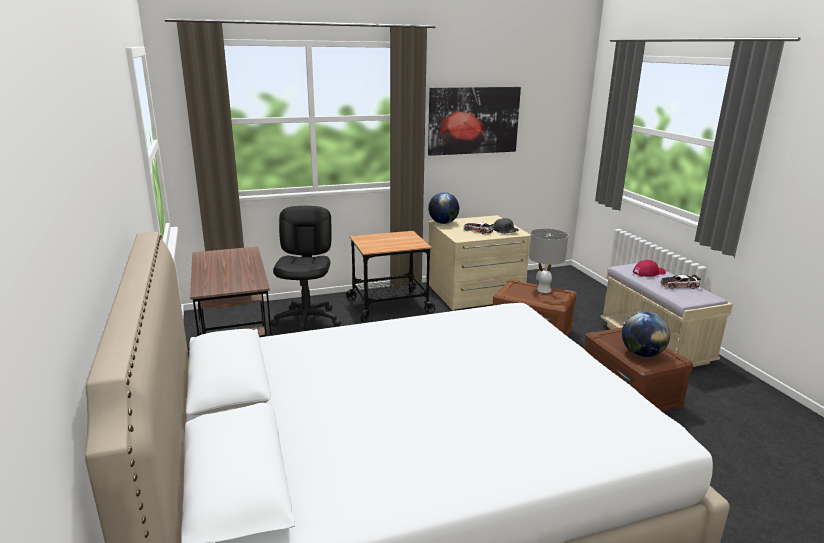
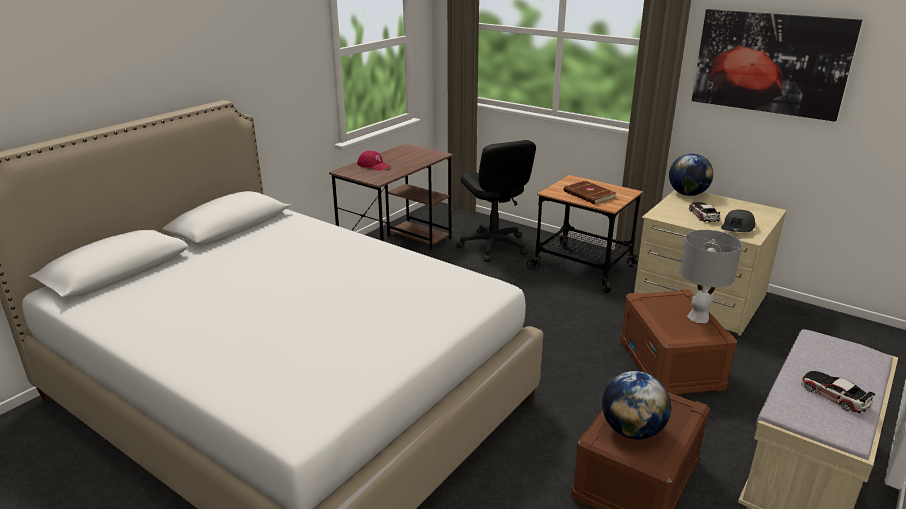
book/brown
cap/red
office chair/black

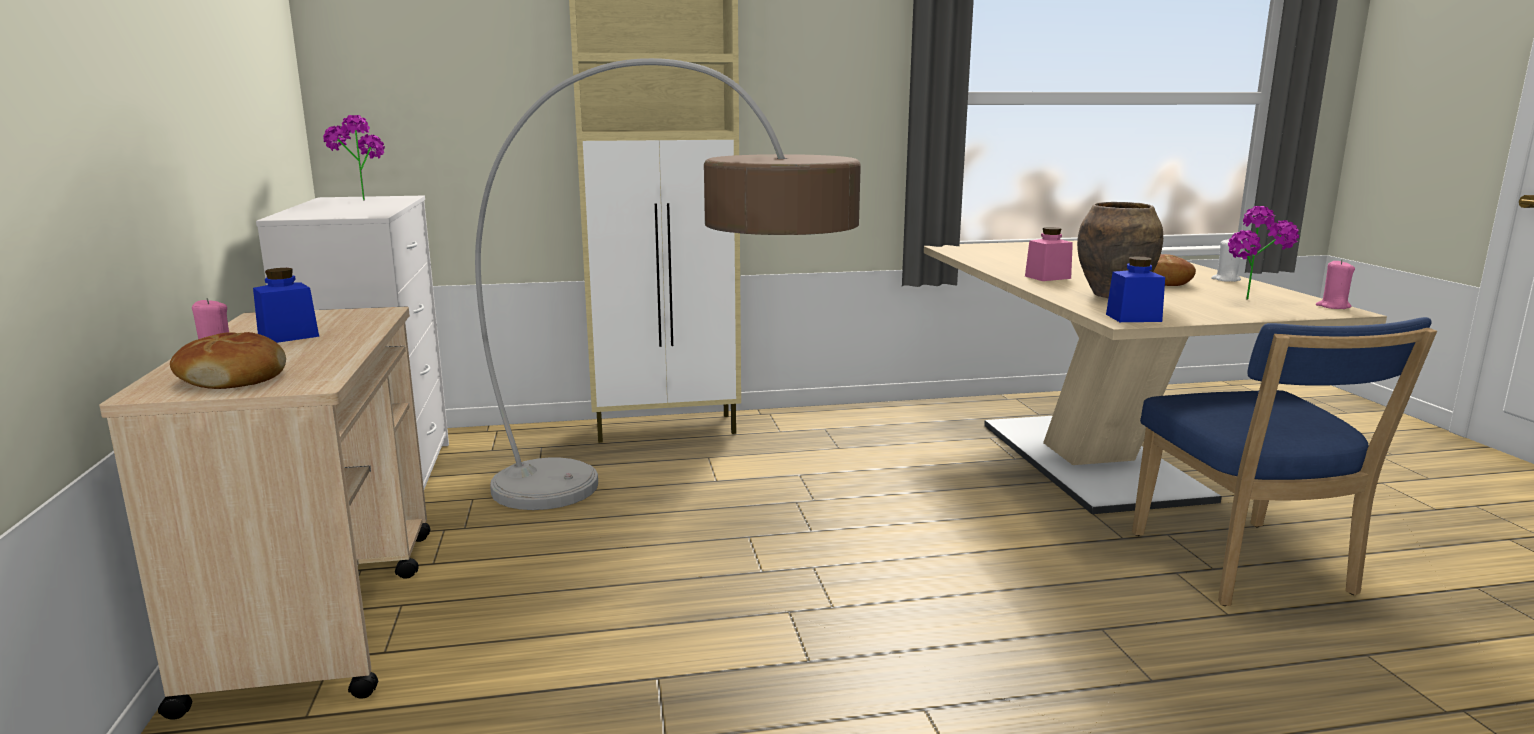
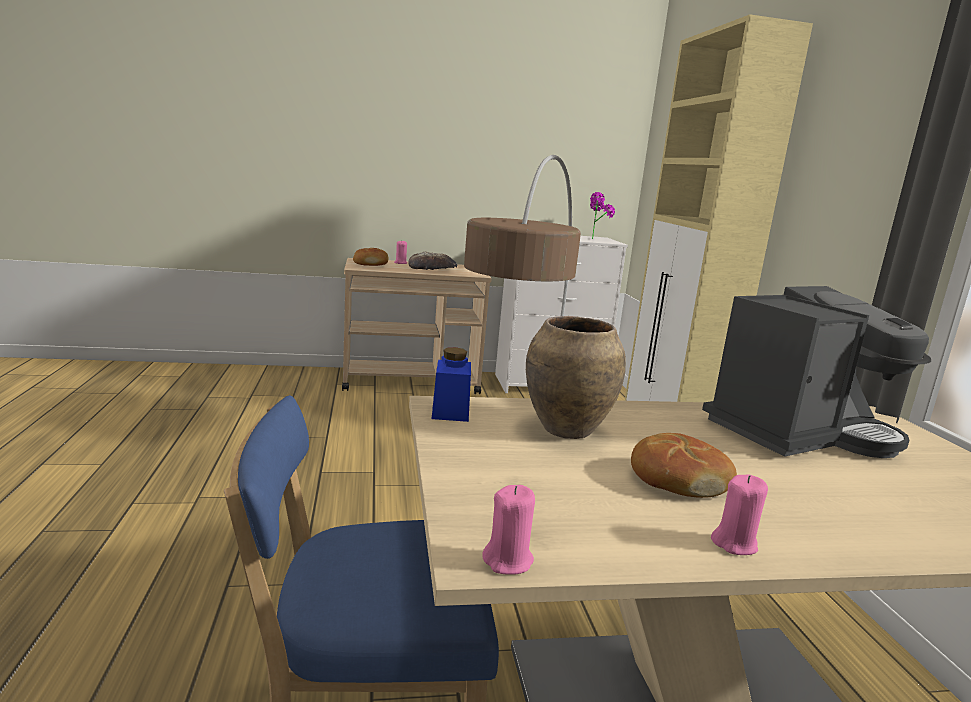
jar/pink
potted plant (no. 2 from left in the first image)
coffee machine
bread (no. 2 from left)
candle/pink (no. 3 from left)

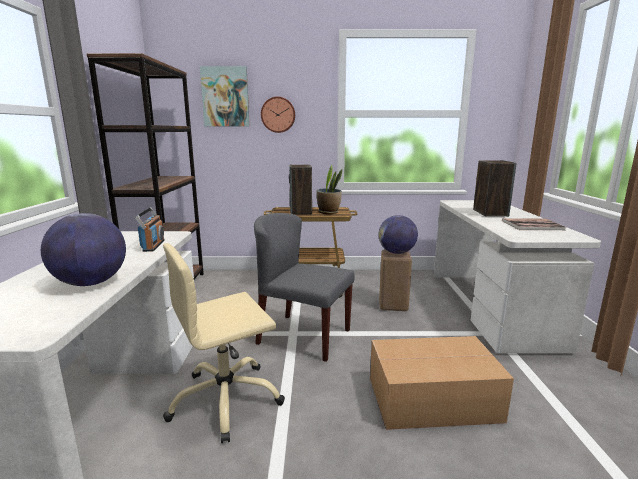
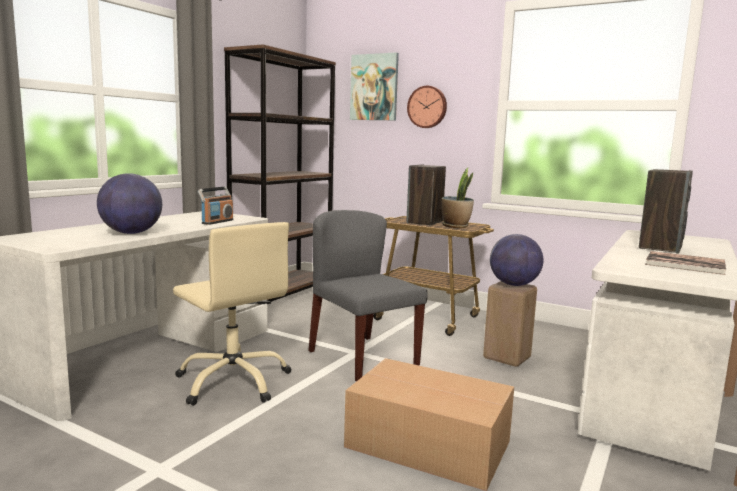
office chair/beige

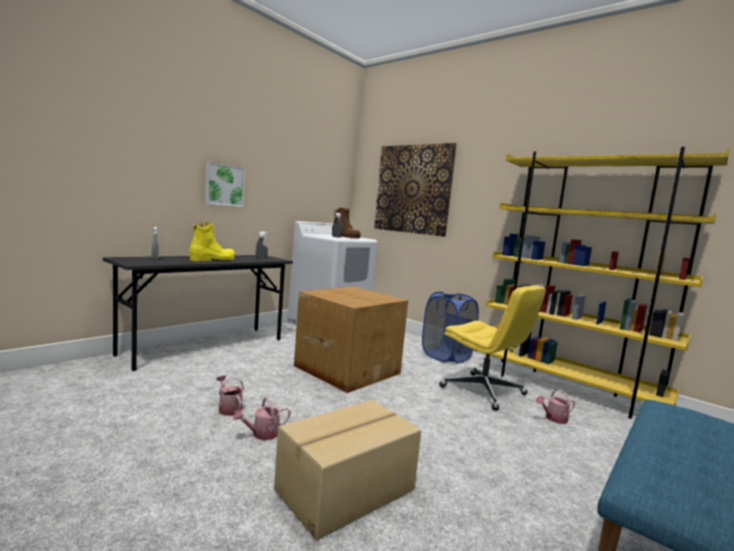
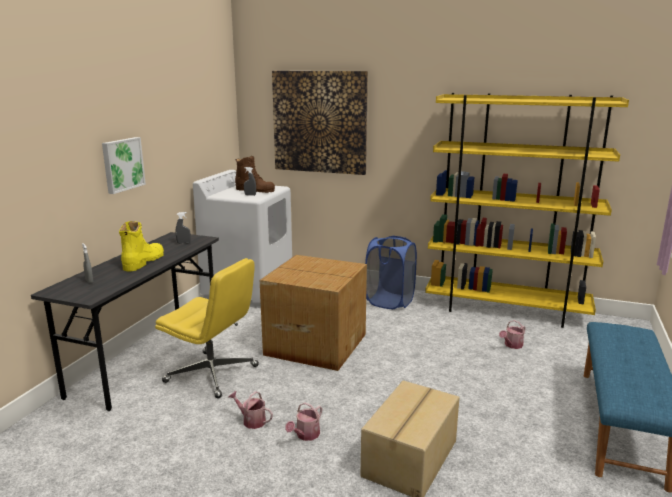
office chair/yellow

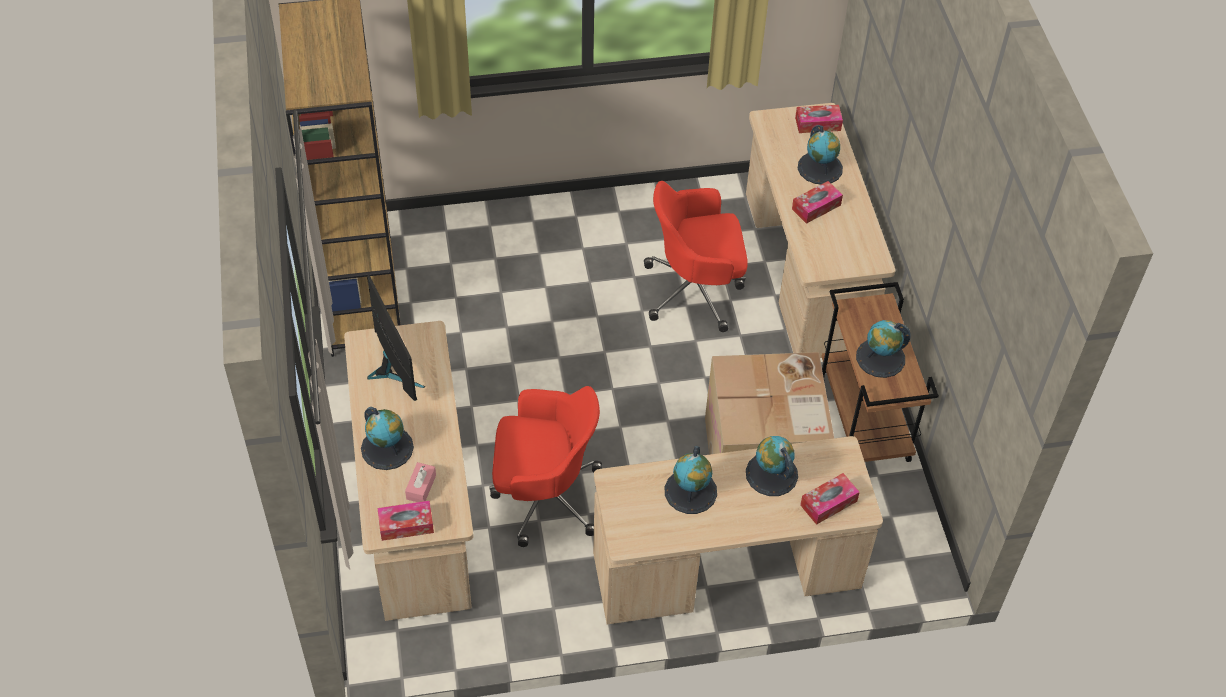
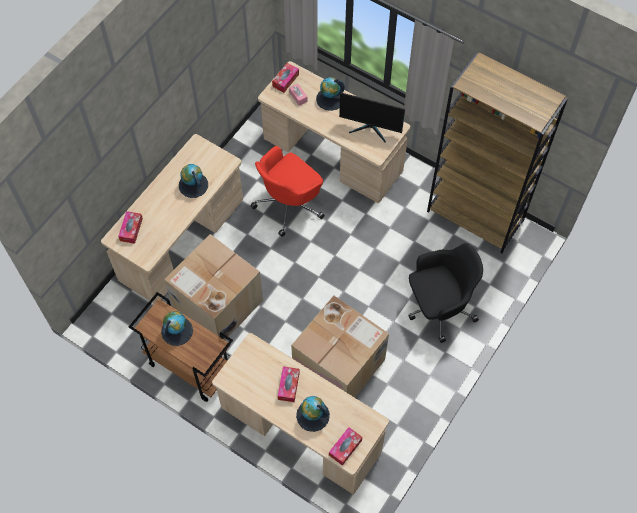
globe (no. 3 from left in the first image)
office chair/black
cardboard box (no. 2 from left)

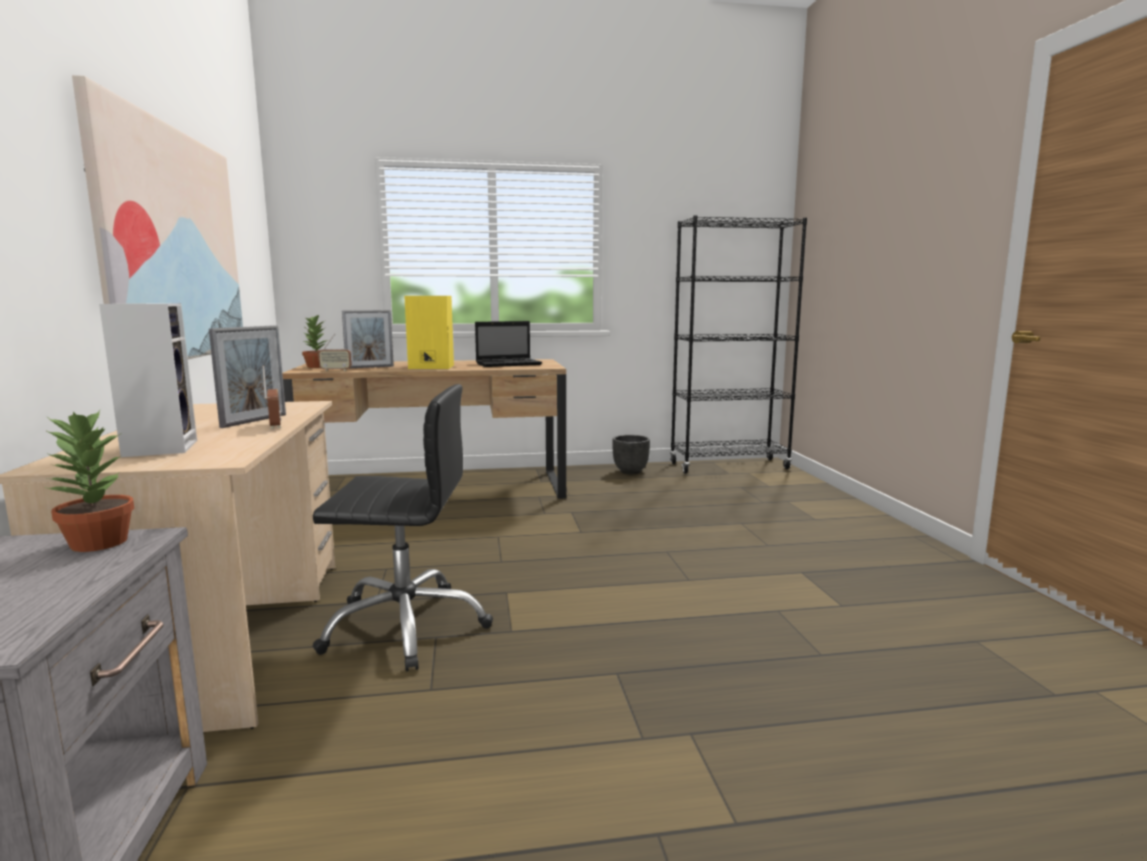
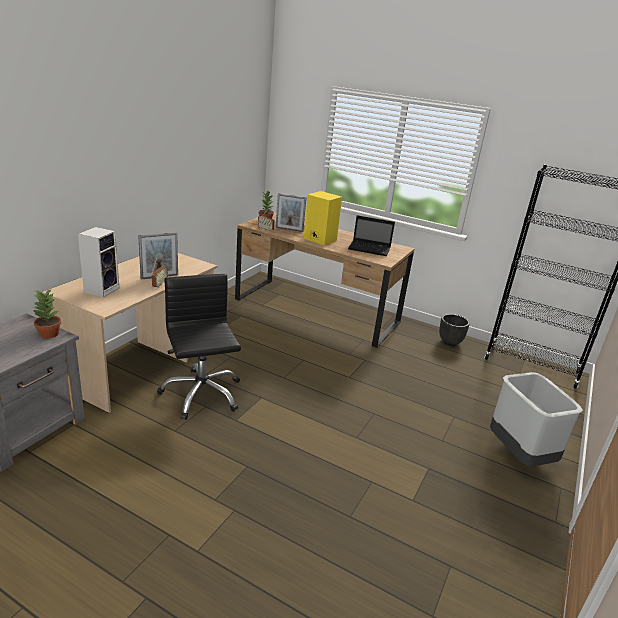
picture
trash can/grey
office chair/black

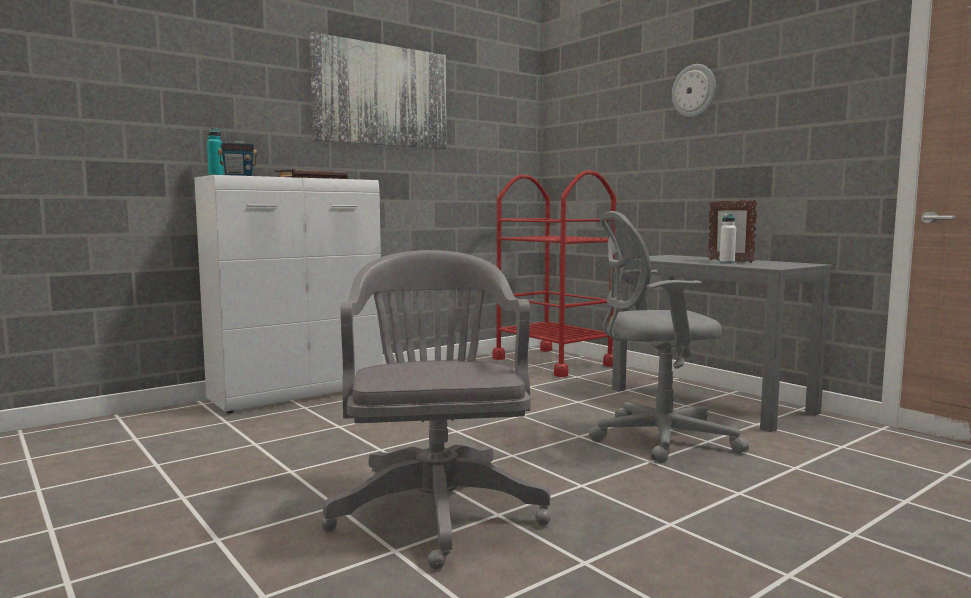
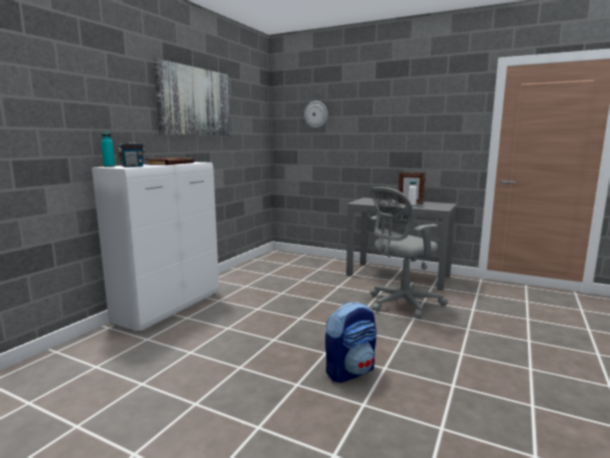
cart/red
wall clock
backpack

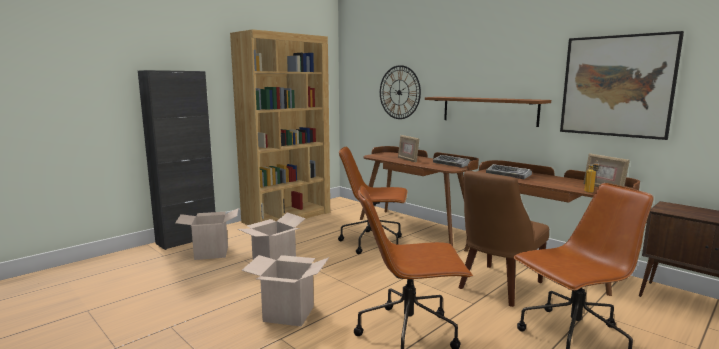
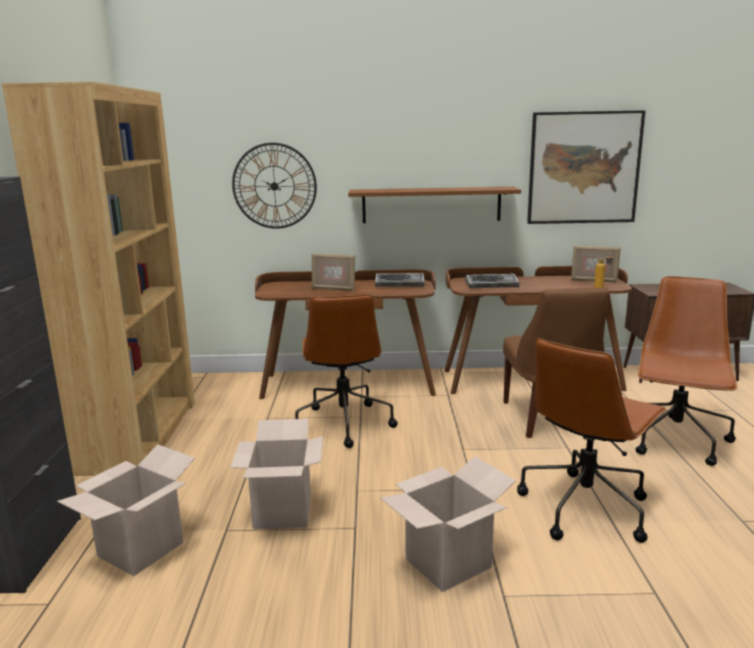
office chair/brown (no. 1 from left)

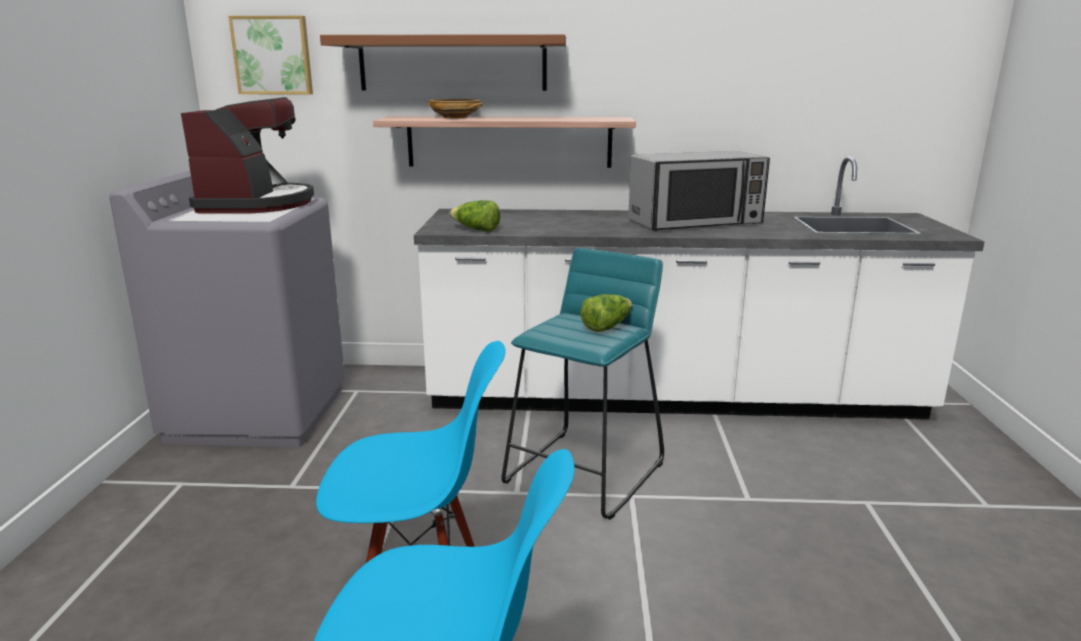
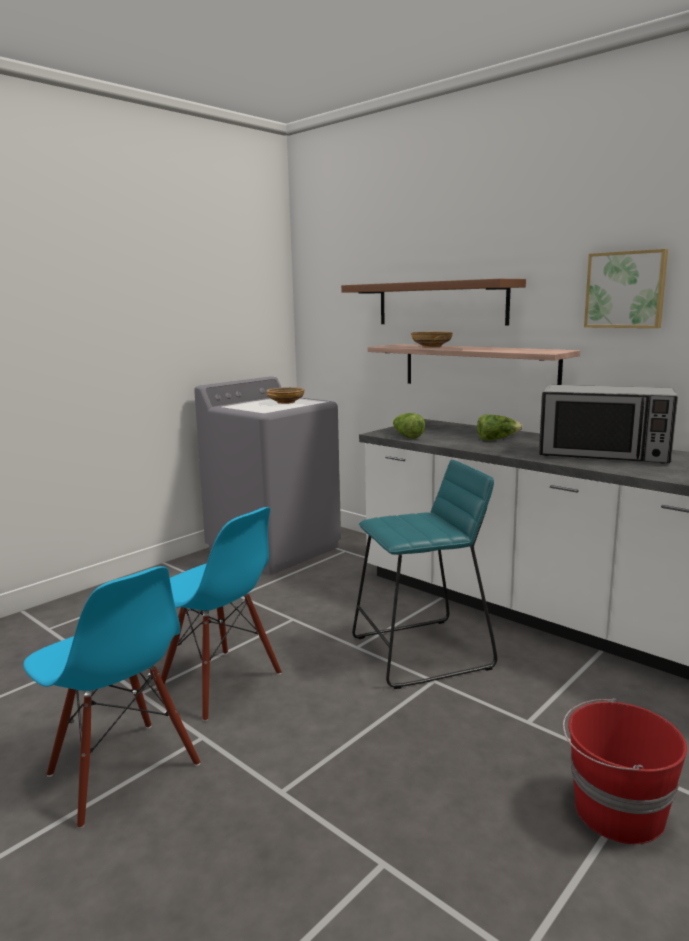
bucket/red
picture
lettuce (no. 2 from left)
bowl/beige (no. 1 from left)

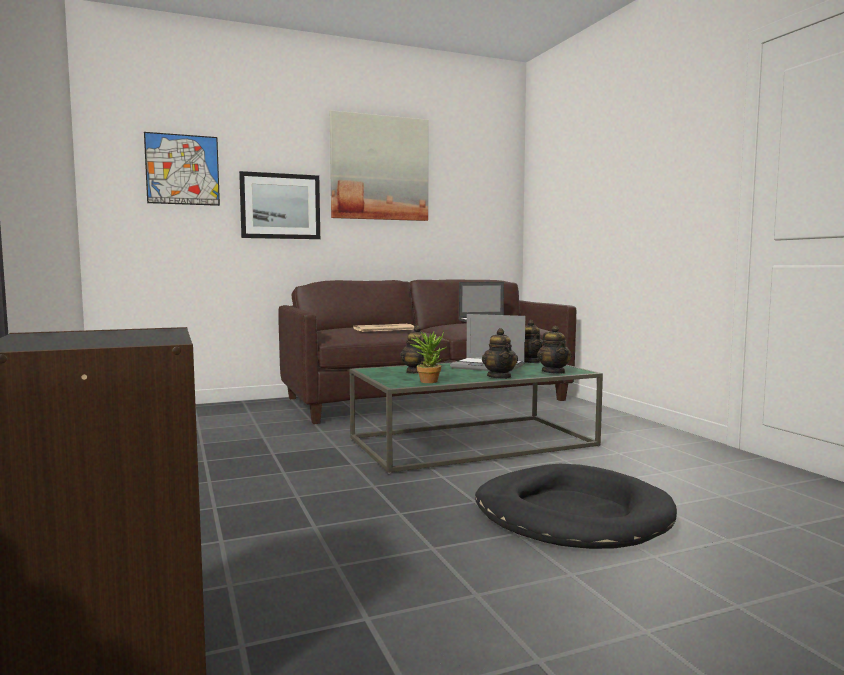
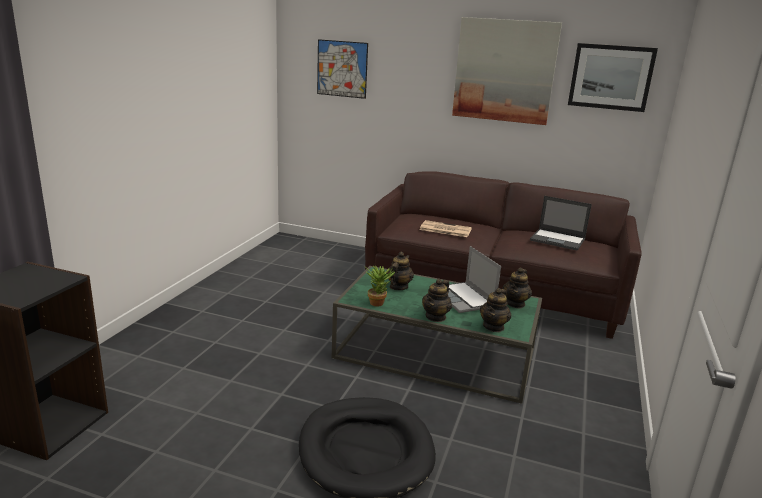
picture (no. 3 from left)

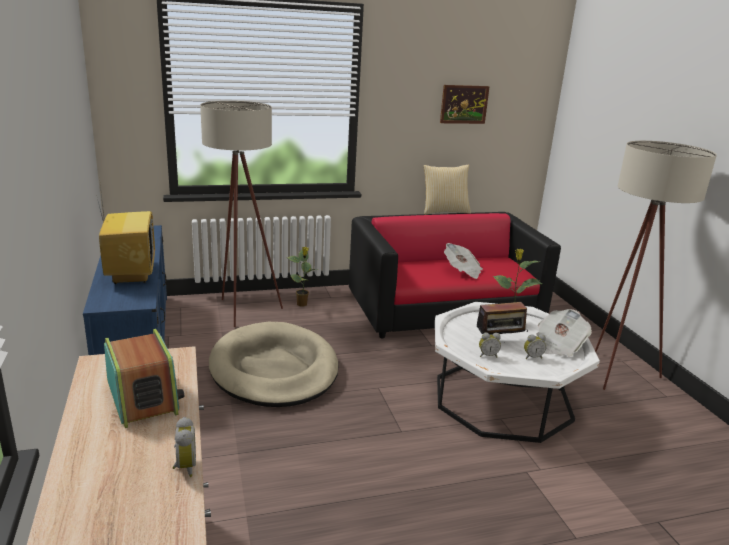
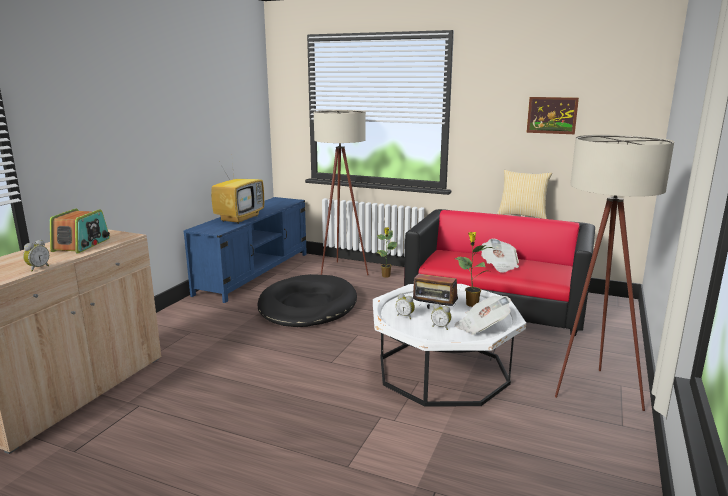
dog bed/black

